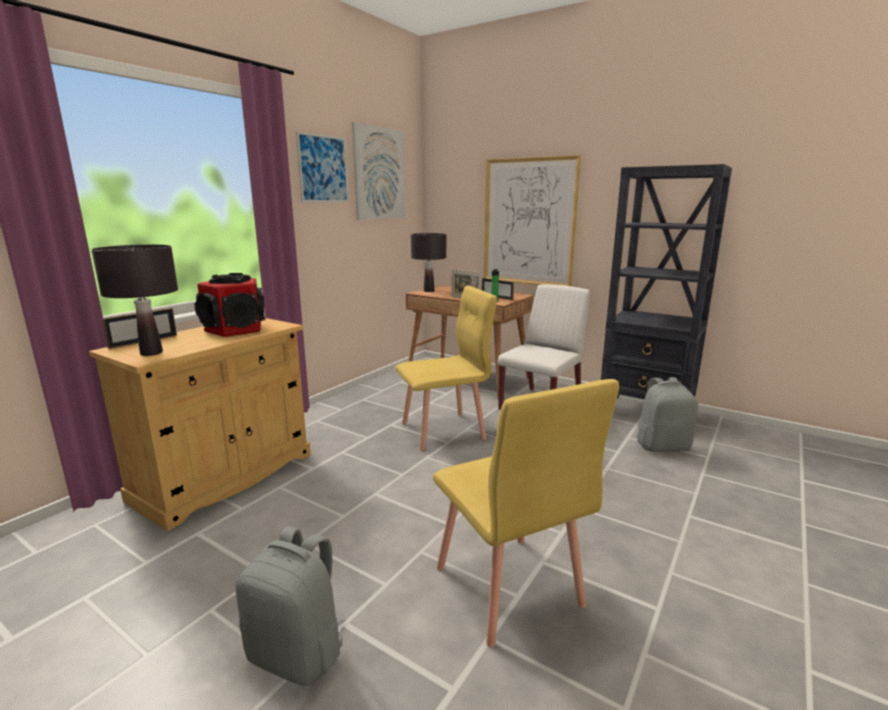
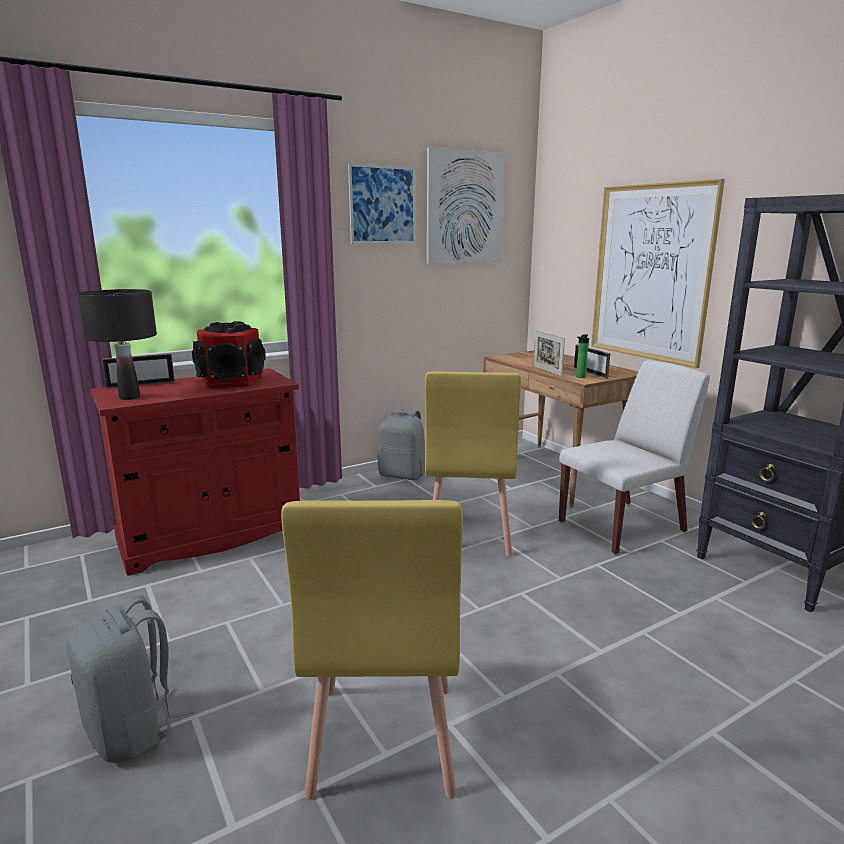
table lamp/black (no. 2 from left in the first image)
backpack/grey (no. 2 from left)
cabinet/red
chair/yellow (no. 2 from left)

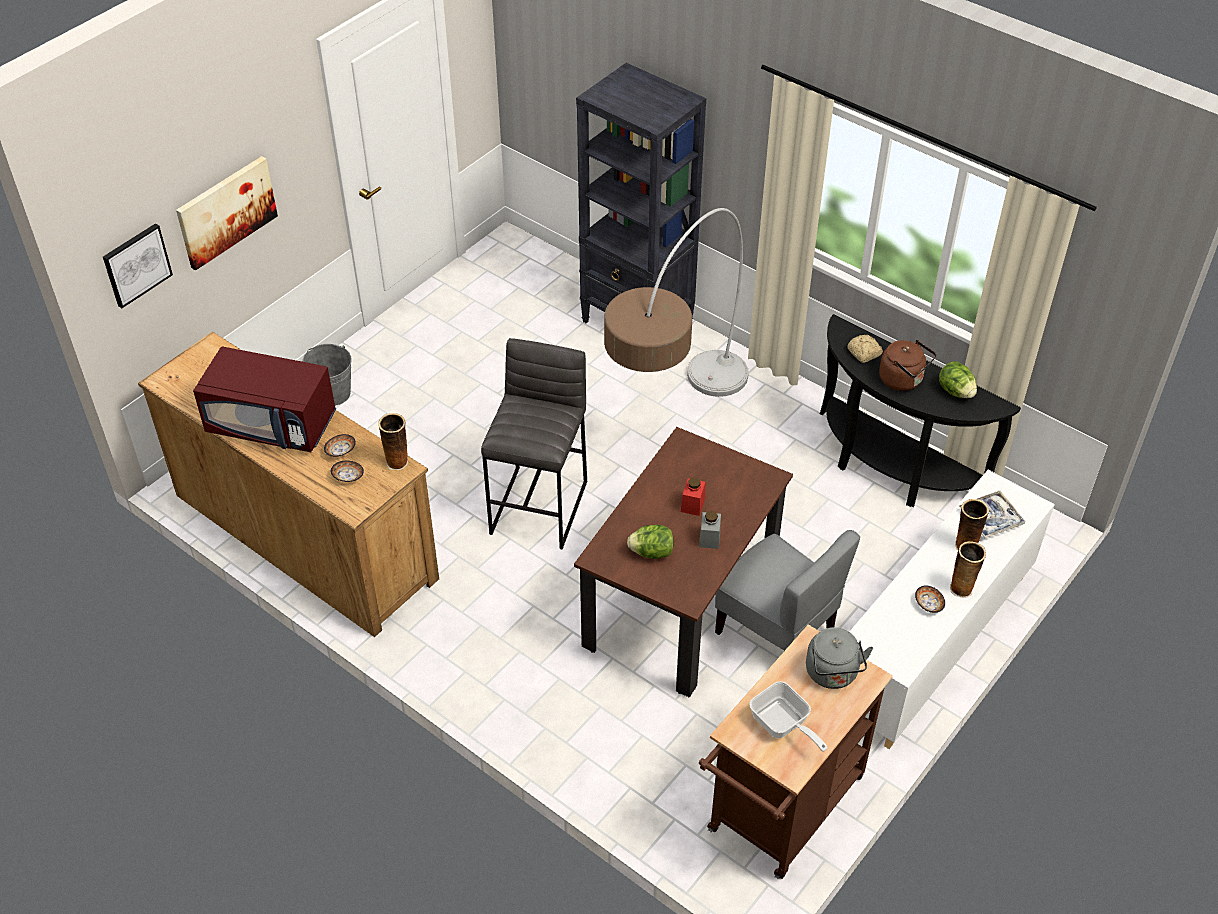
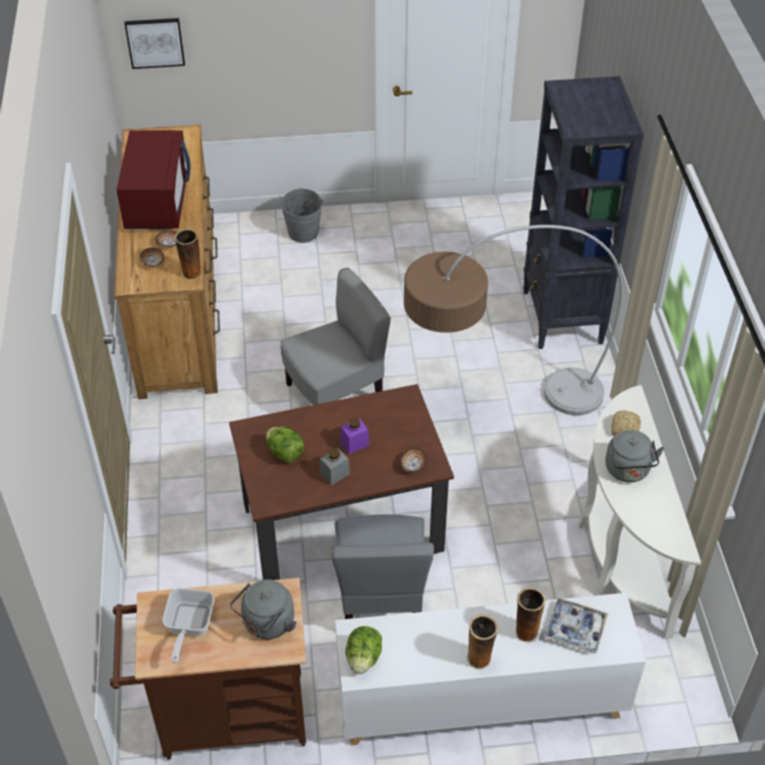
picture (no. 2 from left in the first image)
bowl (no. 3 from left)
lettuce (no. 2 from left)
chair/grey (no. 1 from left)
jar/purple
console table/white
kettle/grey (no. 2 from left)
microwave/red

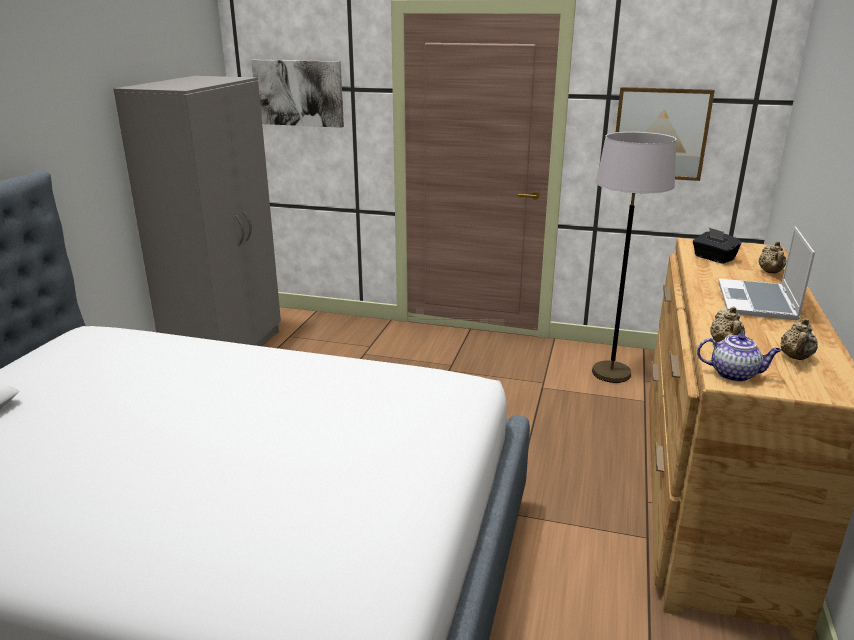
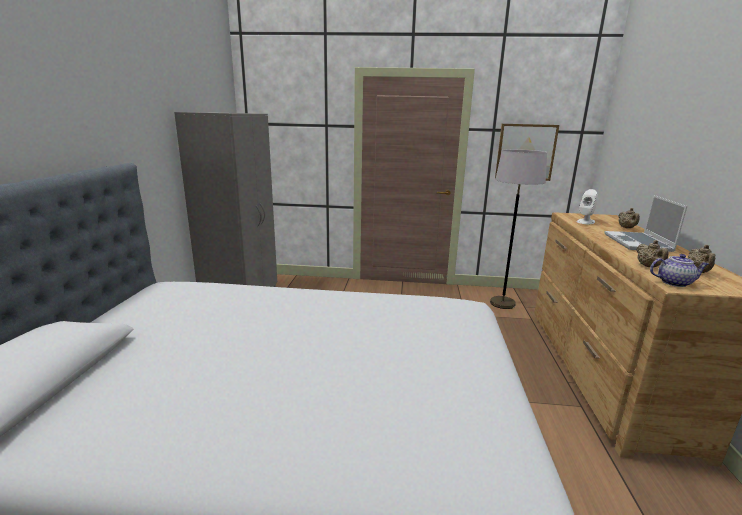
picture (no. 1 from left in the first image)
speaker/white

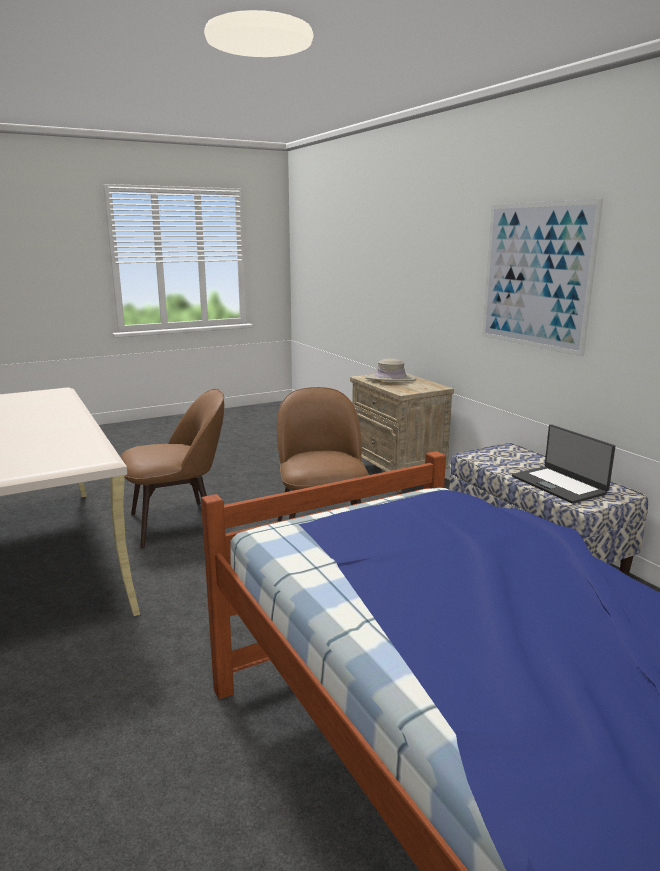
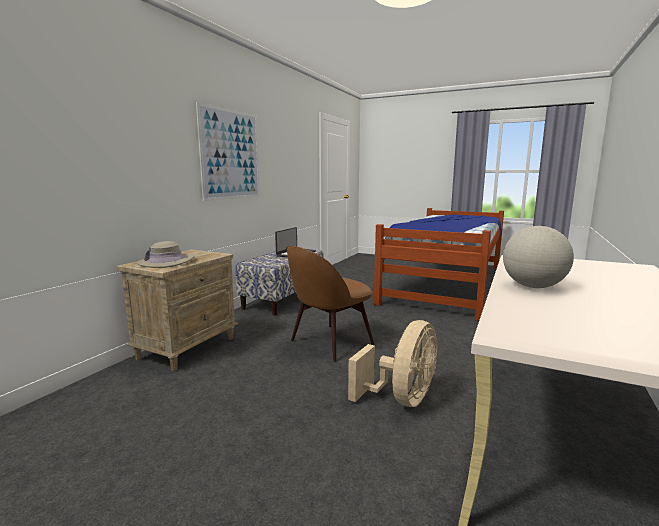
globe
fan/beige

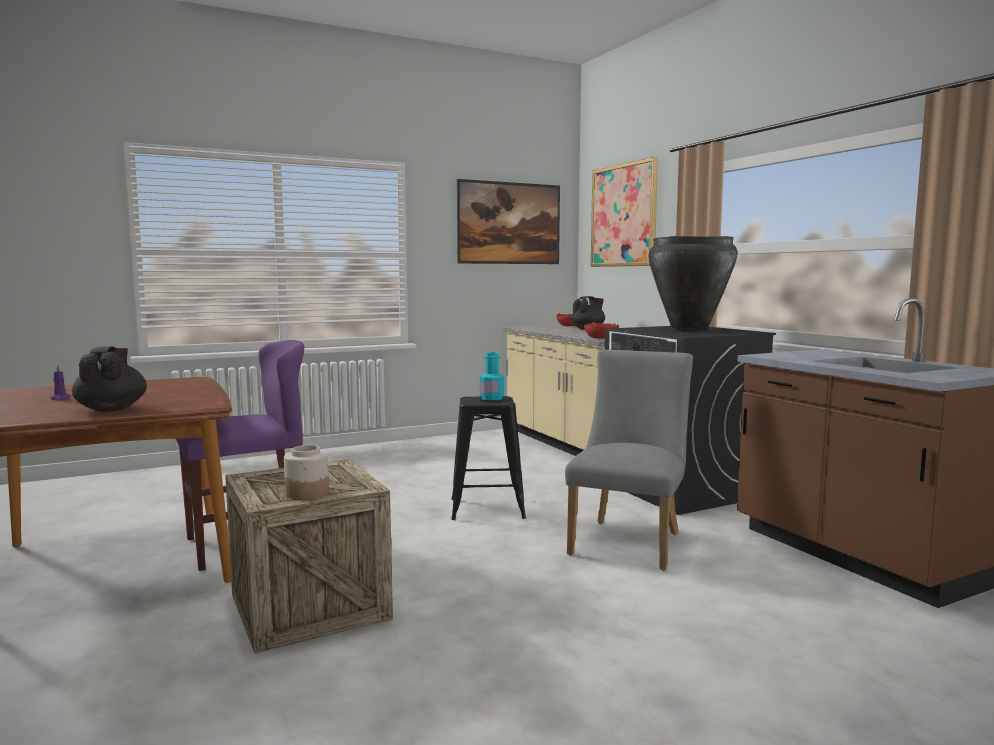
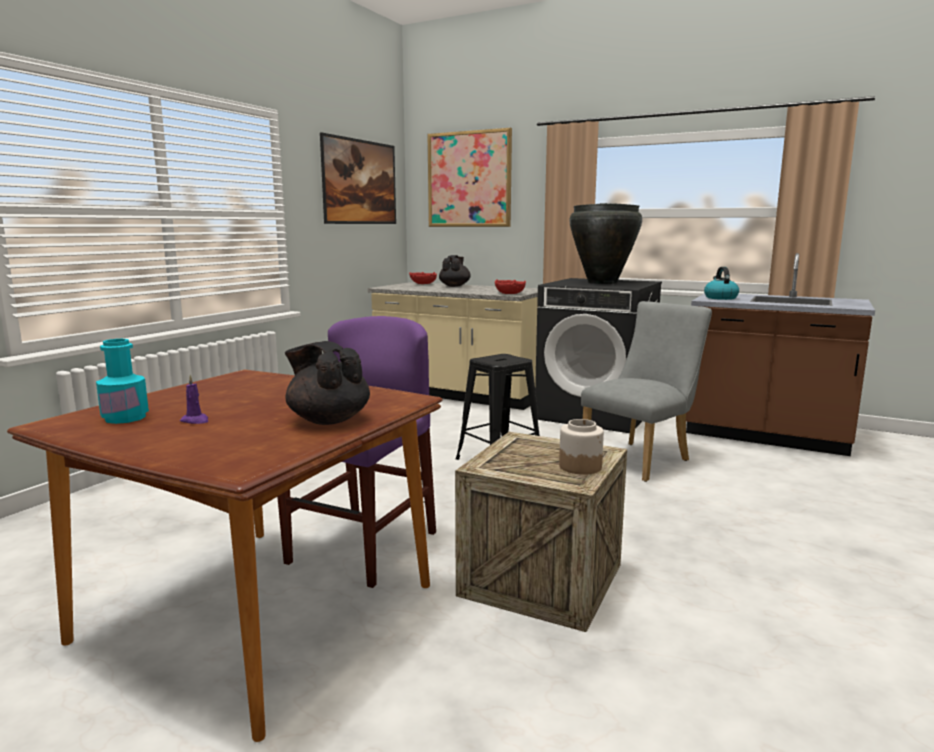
kettle
bottle/turquoise
chair/grey

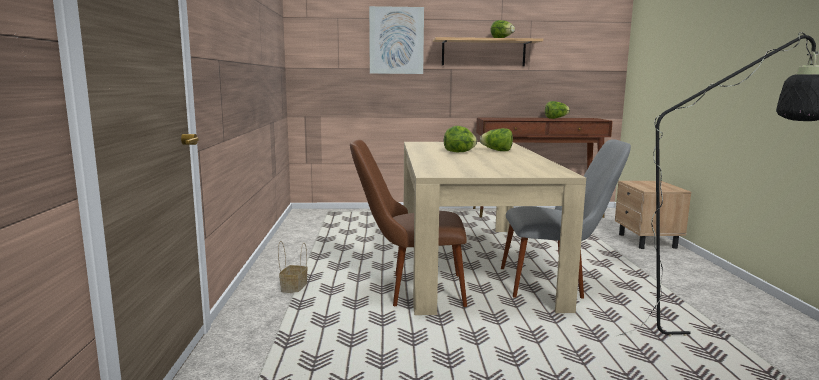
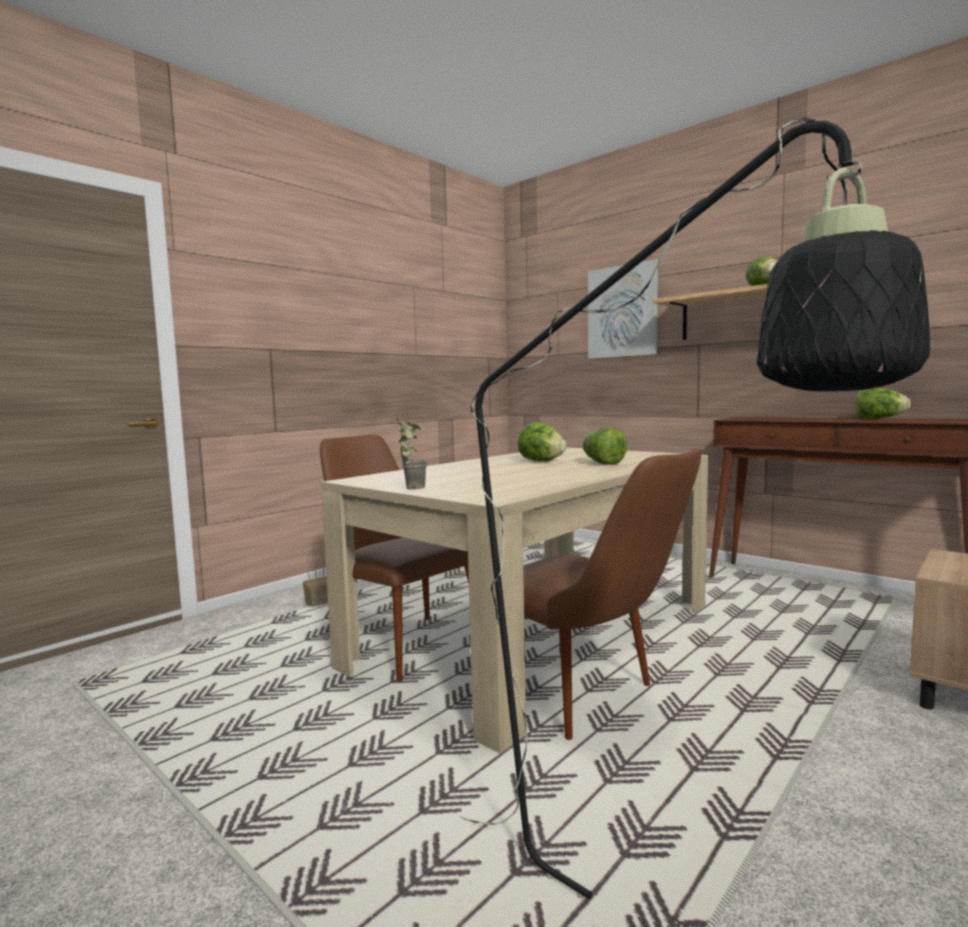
potted plant
chair/brown (no. 2 from left)

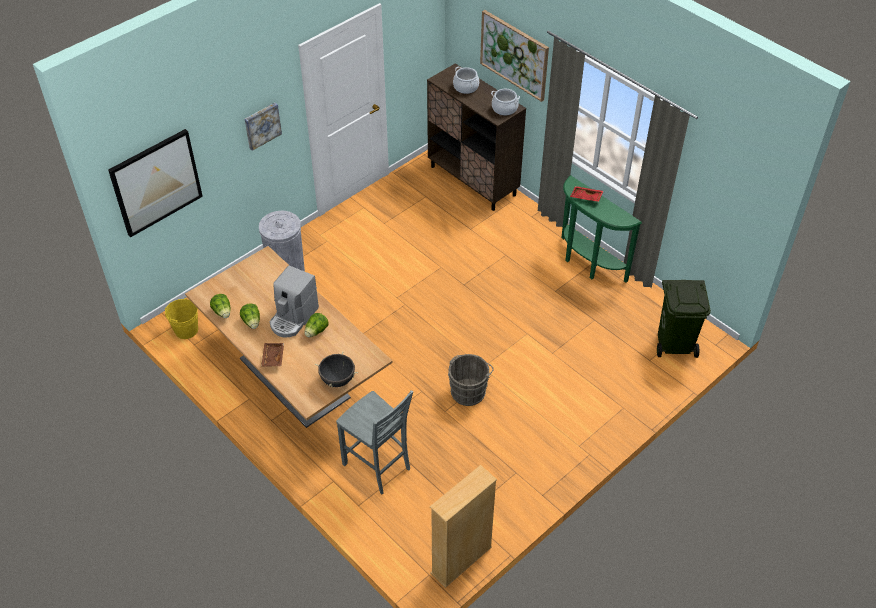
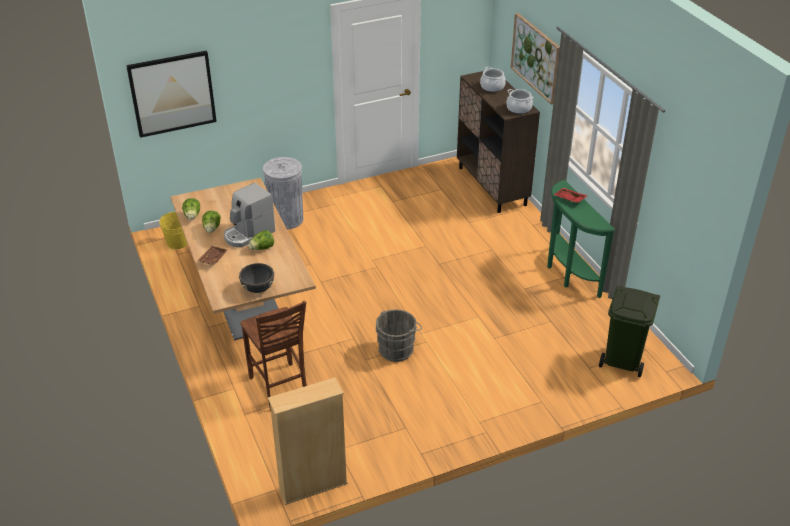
picture (no. 2 from left in the first image)
chair/brown

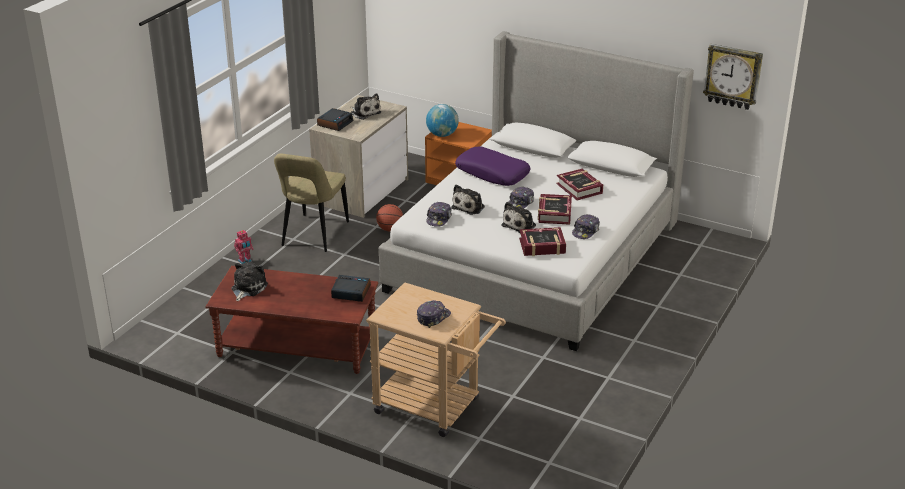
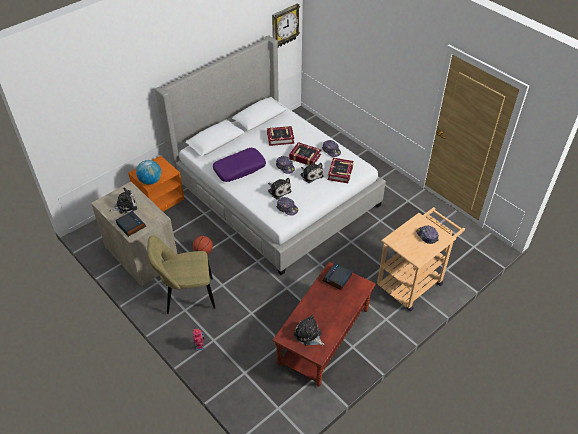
chair/beige

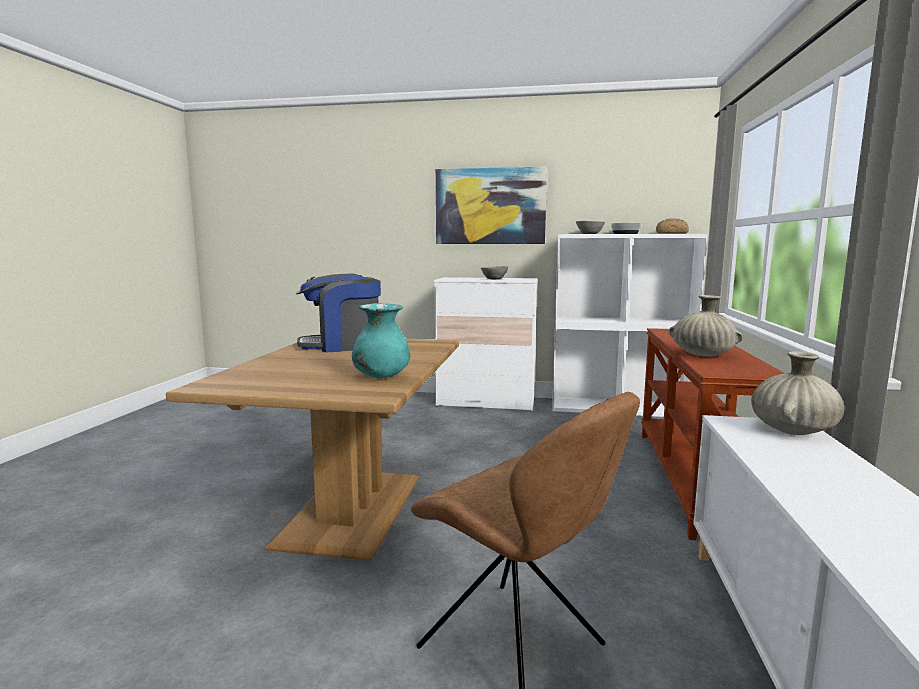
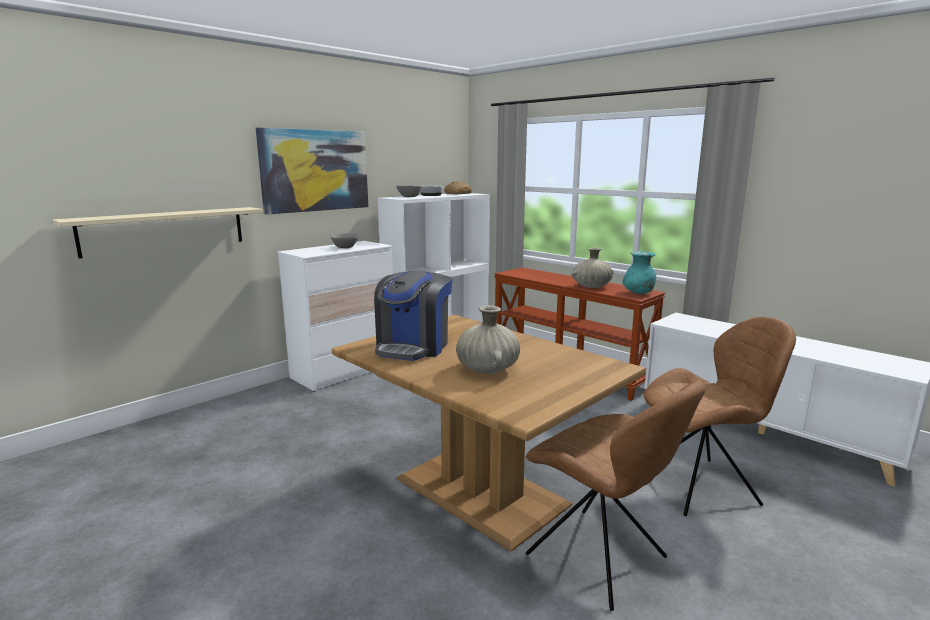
shelf/beige
chair/brown (no. 1 from left)
vase/turquoise
vase/beige (no. 1 from left)

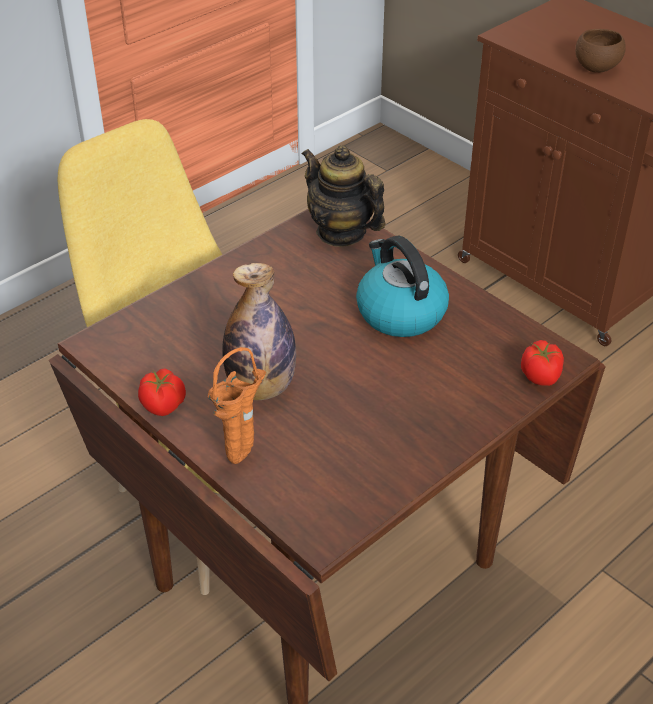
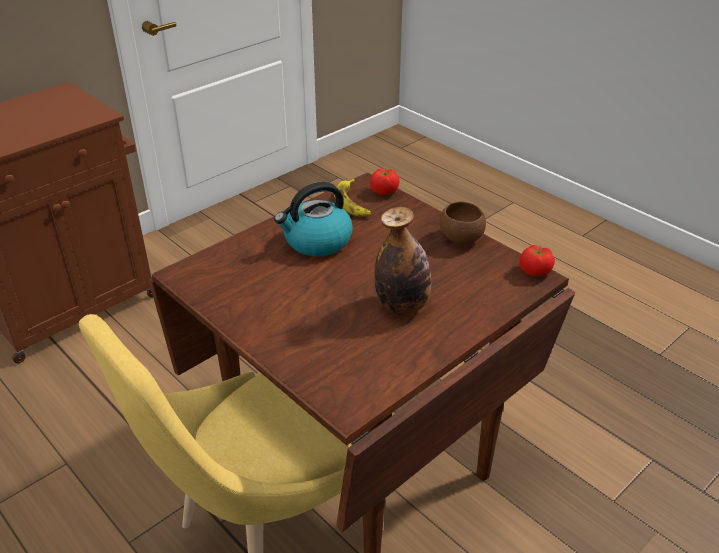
vase/orange
teapot
banana
tomato (no. 2 from left)
bowl/brown

